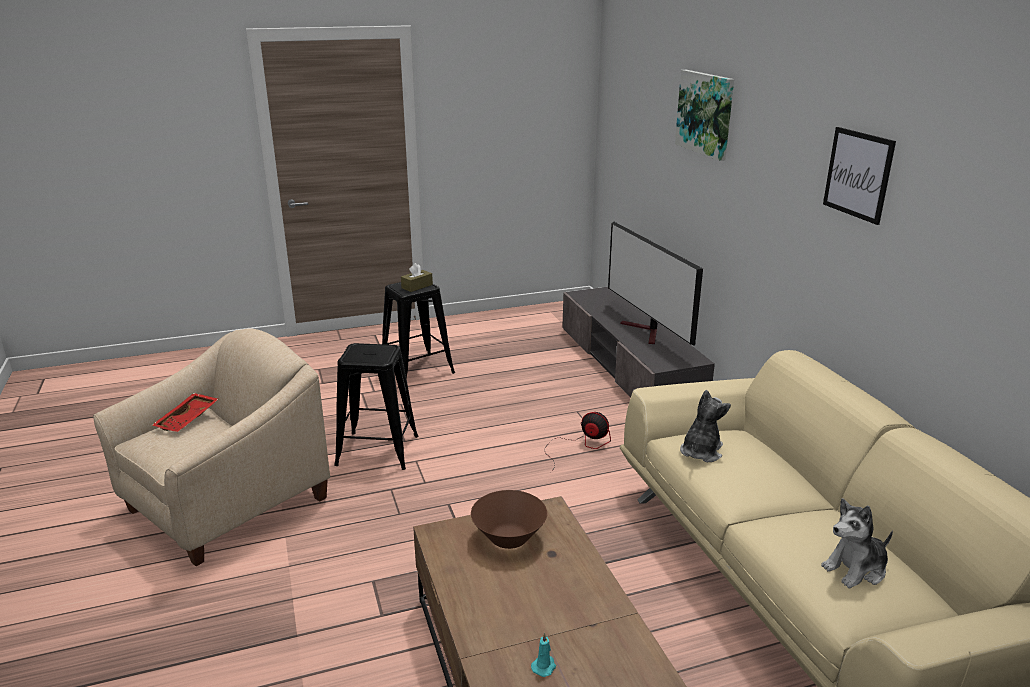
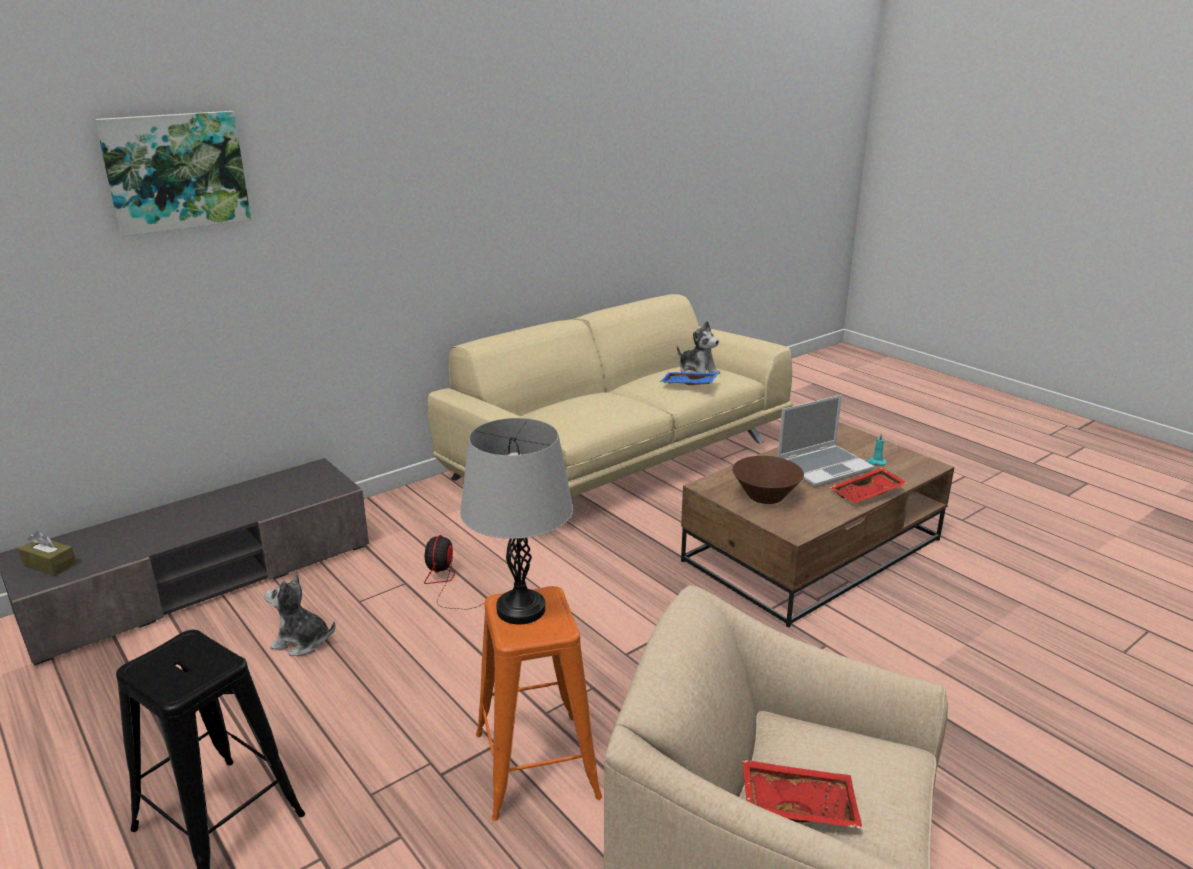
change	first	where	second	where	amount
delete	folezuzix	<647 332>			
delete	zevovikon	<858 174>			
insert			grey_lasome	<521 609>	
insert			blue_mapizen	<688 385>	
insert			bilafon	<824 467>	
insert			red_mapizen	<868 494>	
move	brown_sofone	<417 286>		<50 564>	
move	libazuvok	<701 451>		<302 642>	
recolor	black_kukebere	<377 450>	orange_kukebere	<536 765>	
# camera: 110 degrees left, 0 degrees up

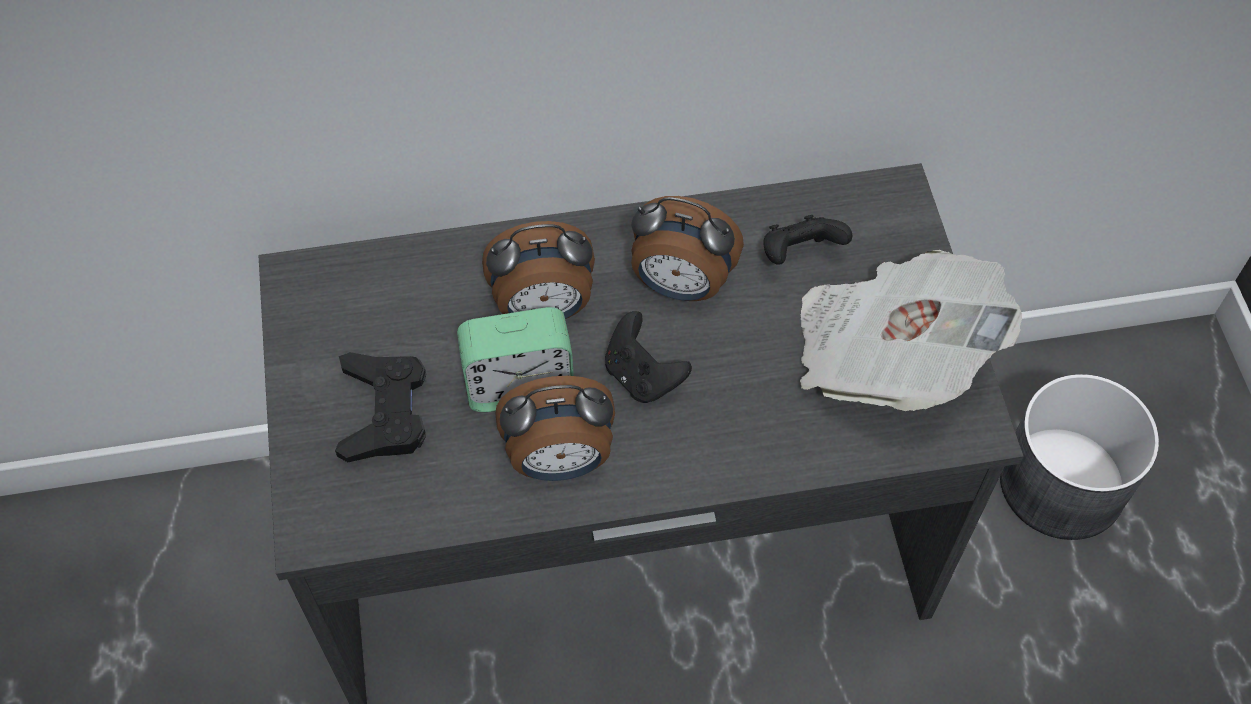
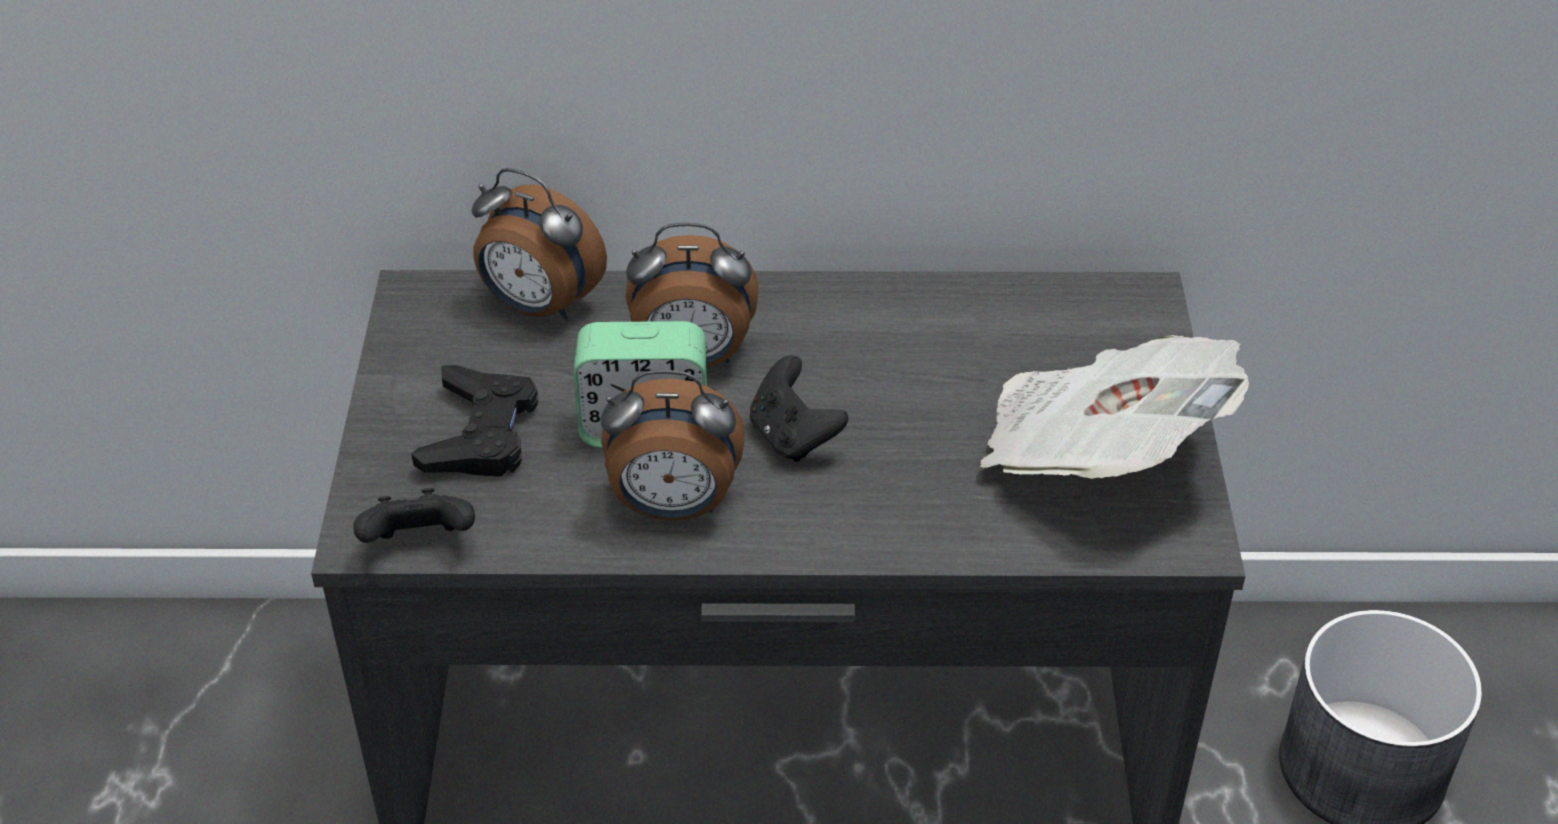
change	first	where	second	where	amount
move	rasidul	<680 285>		<539 307>	
move	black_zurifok	<799 254>		<420 543>	
# camera: 10 degrees right, 15 degrees down

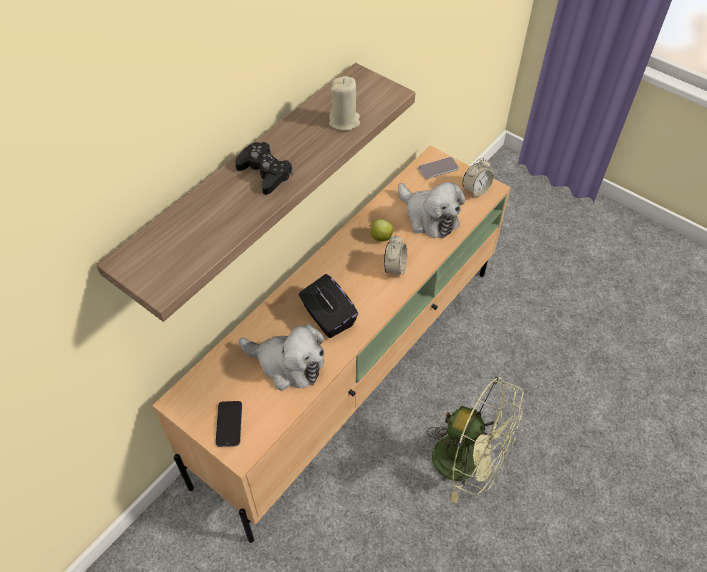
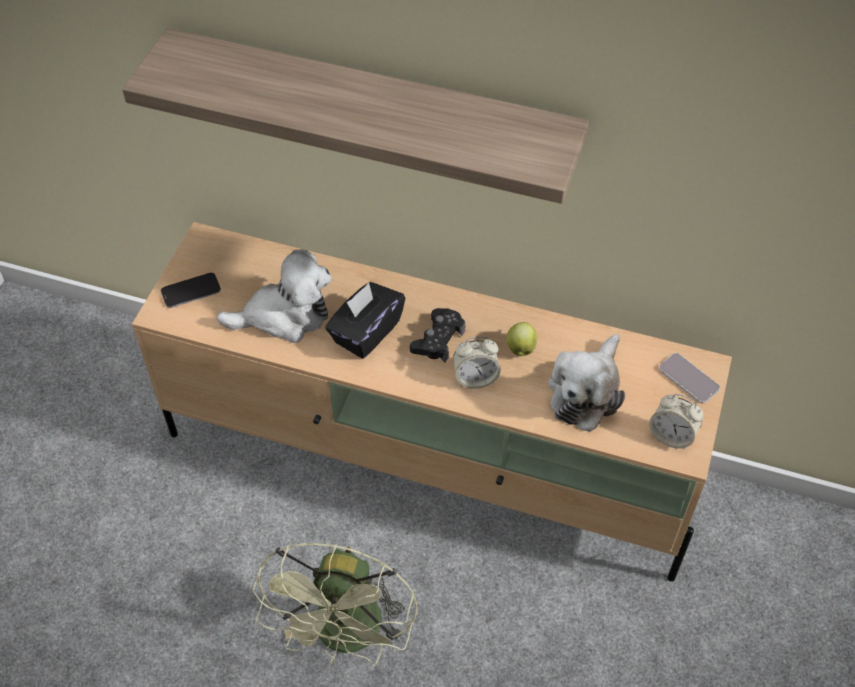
change	first	where	second	where	amount
delete	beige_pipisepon	<344 121>			
move	black_zurifok	<265 173>		<438 339>	
rotate	libazuvok	<287 364>		<284 315>	105 degrees counterclockwise
# camera: 70 degrees right, 0 degrees up

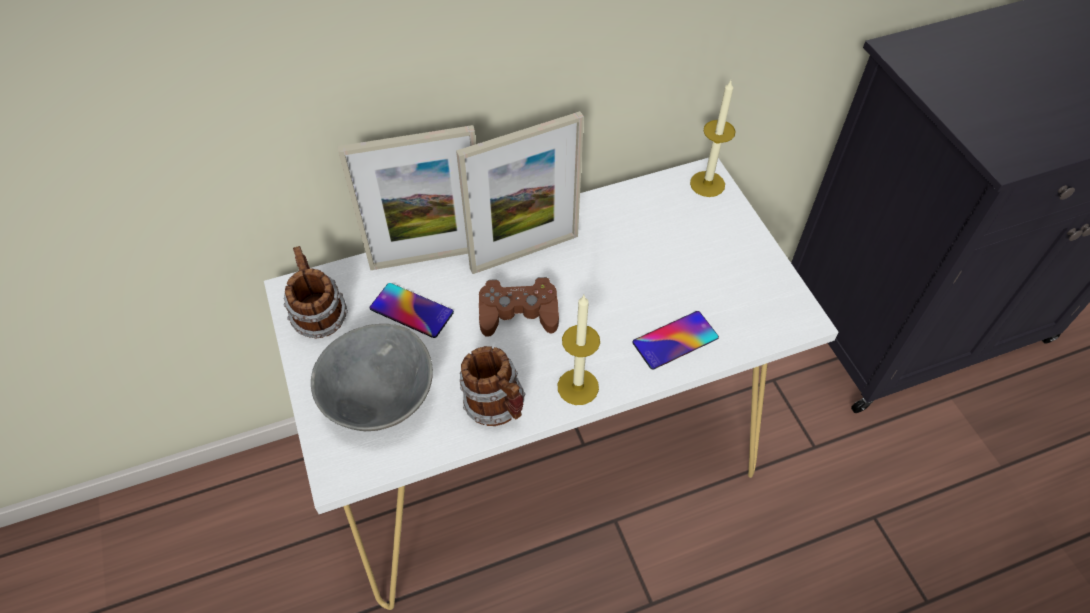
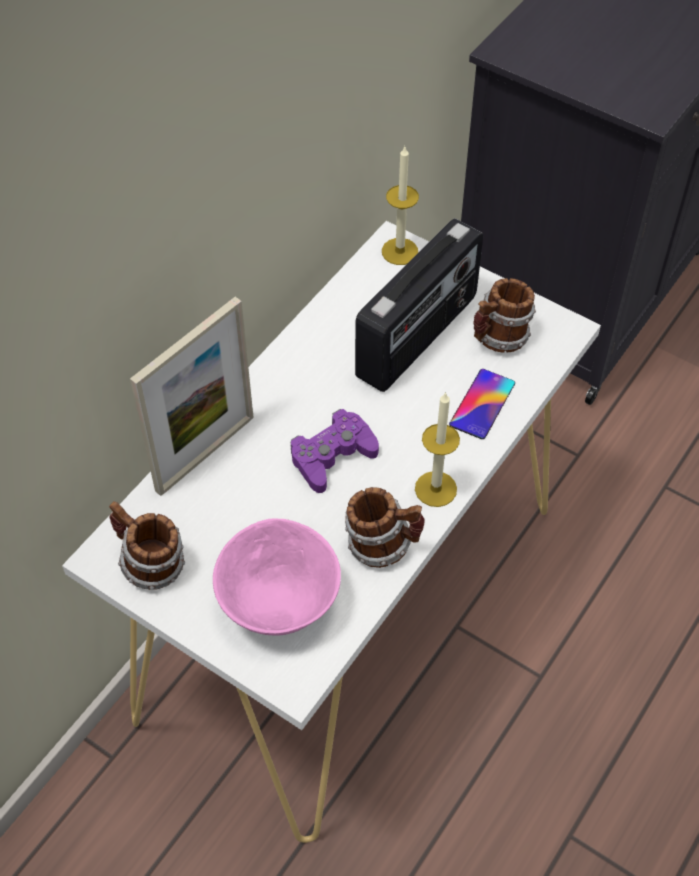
change	first	where	second	where	amount
delete	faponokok	<411 310>			
delete	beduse	<524 252>			
insert			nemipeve	<418 337>	
insert			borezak	<498 339>	
recolor	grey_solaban	<378 401>	pink_solaban	<275 603>	
recolor	brown_zurifok	<518 313>	purple_zurifok	<332 456>	
# camera: 35 degrees left, 0 degrees up

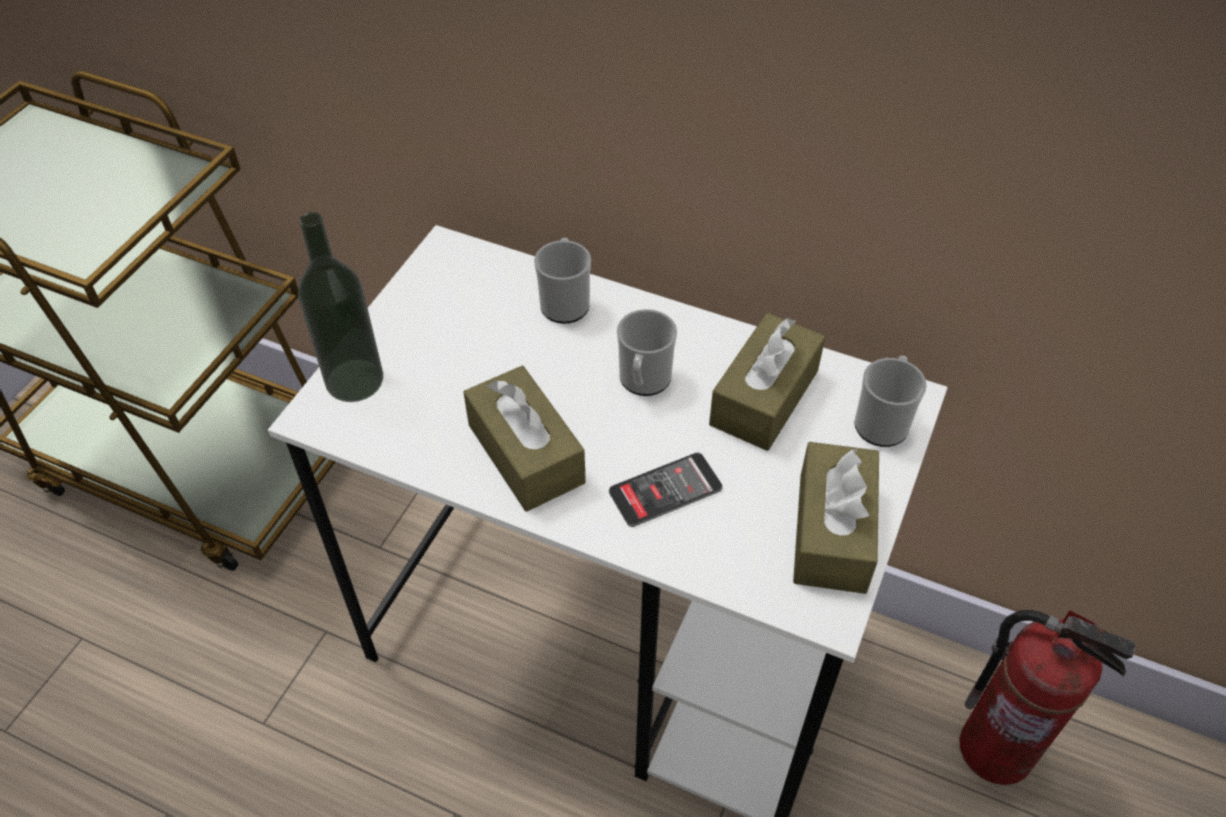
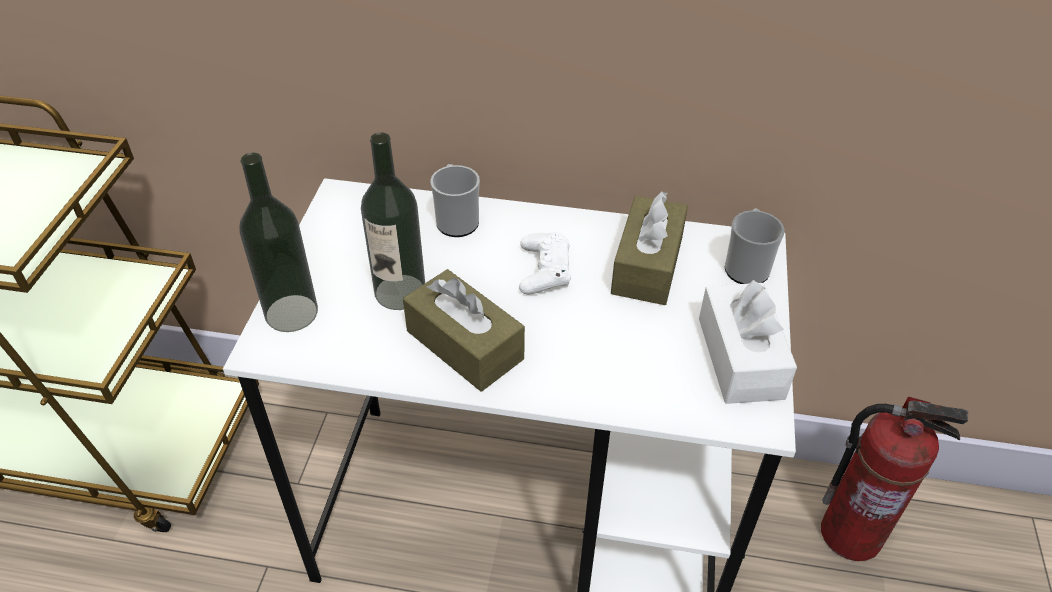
change	first	where	second	where	amount
delete	faponokok	<665 490>			
insert			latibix	<400 292>	
replace	borezak	<643 381>	white_zurifok	<544 270>	
recolor	brown_sofone	<832 532>	white_sofone	<740 357>	
# camera: 15 degrees left, 5 degrees down

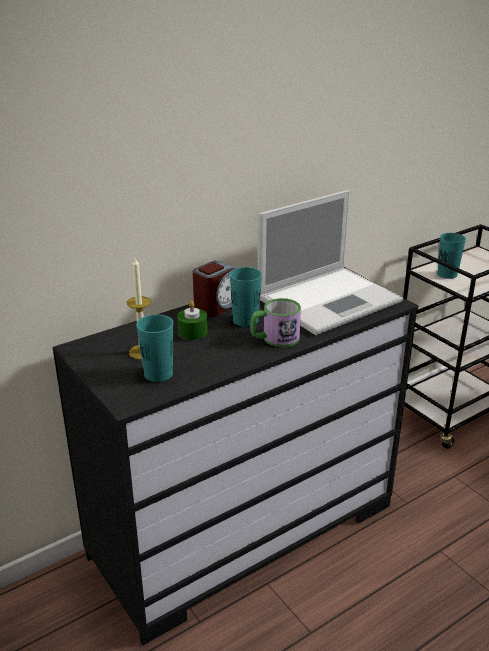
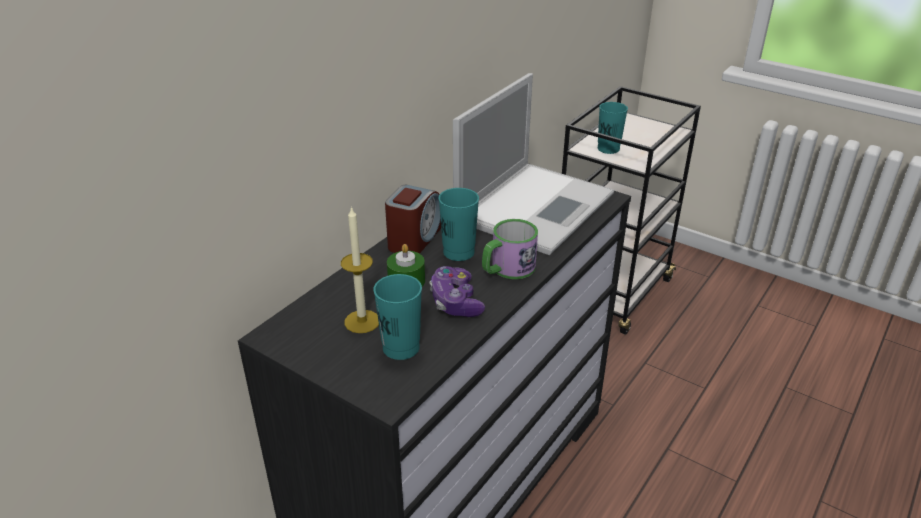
change	first	where	second	where	amount
insert			zurifok	<455 302>	
# camera: 20 degrees left, 5 degrees up

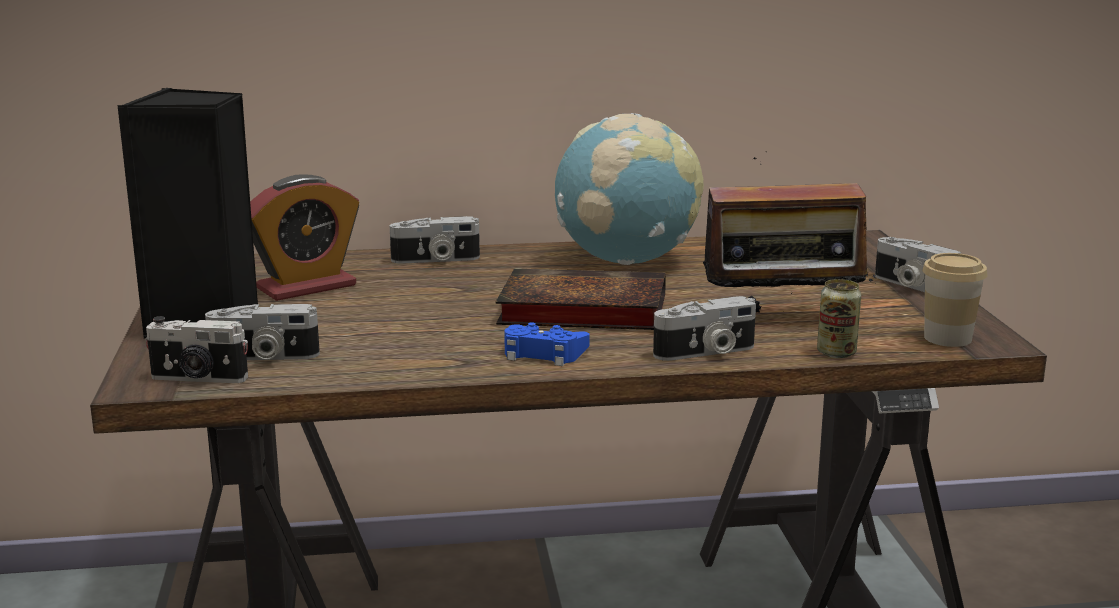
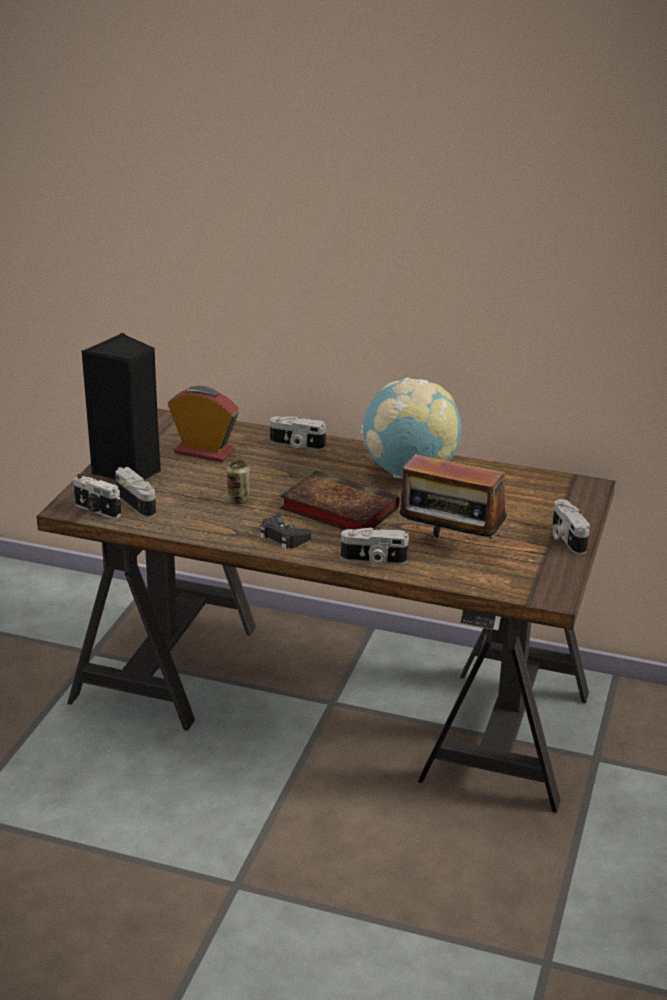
change	first	where	second	where	amount
delete	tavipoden	<947 338>			
move	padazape	<836 353>		<238 500>	
recolor	blue_zurifok	<543 353>	black_zurifok	<283 537>	
rotate	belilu	<263 357>		<139 503>	150 degrees counterclockwise
rotate	rasidul	<306 287>		<204 452>	150 degrees counterclockwise
# camera: 25 degrees right, 10 degrees up

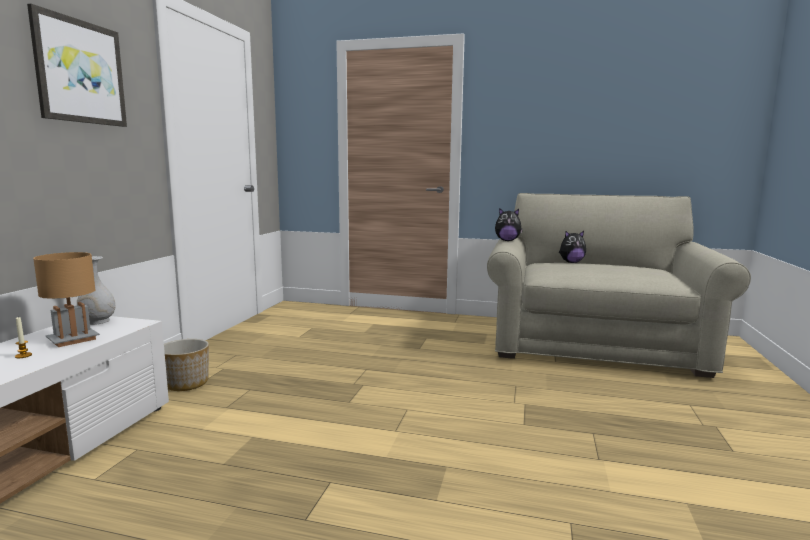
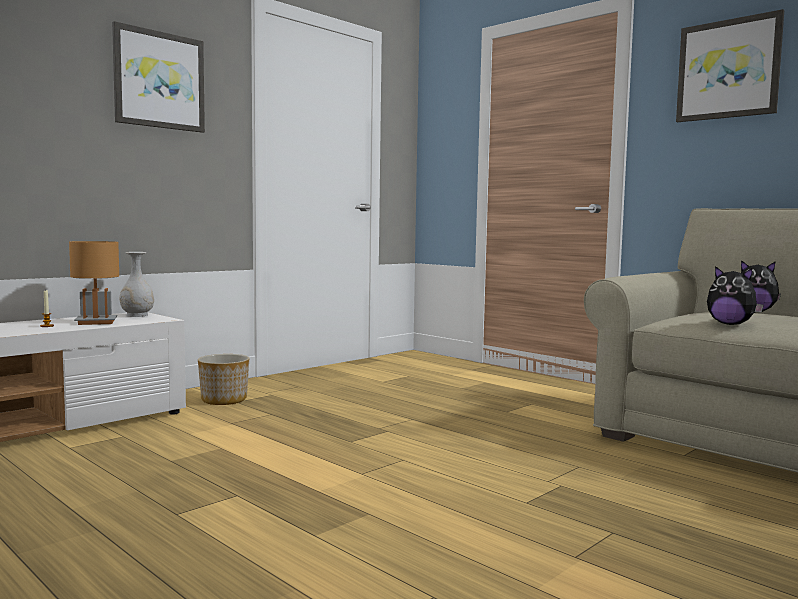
change	first	where	second	where	amount
insert			zevovikon	<728 69>	
move	libazuvok	<507 241>		<730 324>	
# camera: 30 degrees right, 5 degrees down

